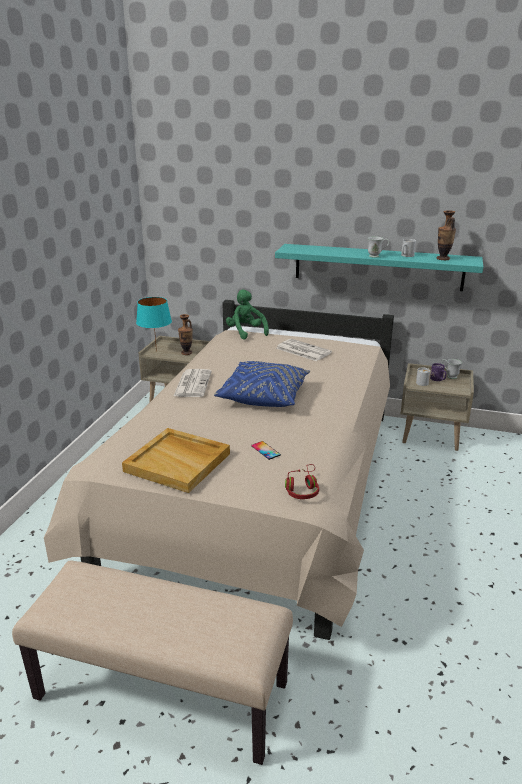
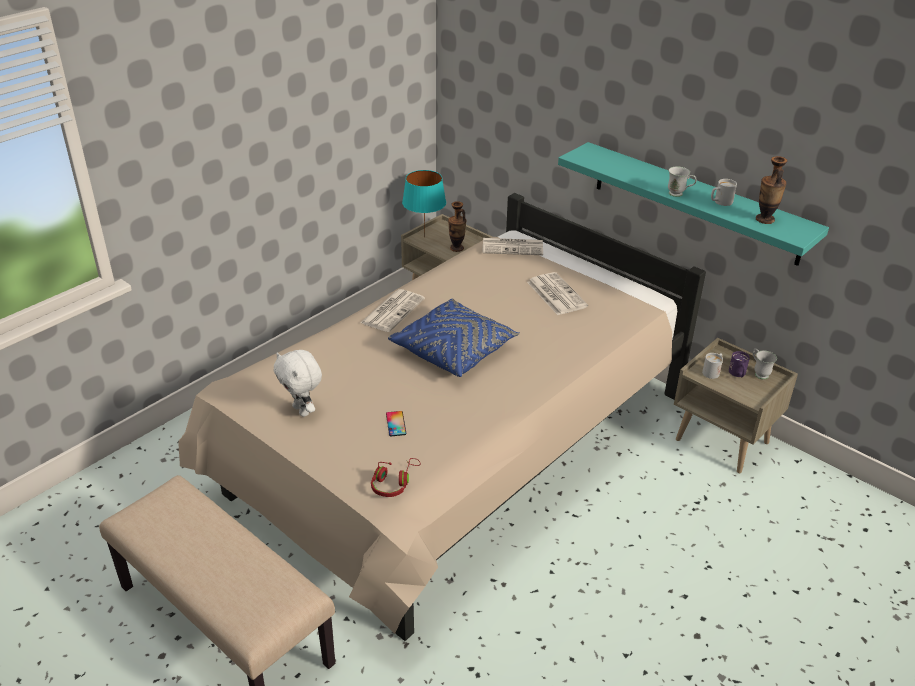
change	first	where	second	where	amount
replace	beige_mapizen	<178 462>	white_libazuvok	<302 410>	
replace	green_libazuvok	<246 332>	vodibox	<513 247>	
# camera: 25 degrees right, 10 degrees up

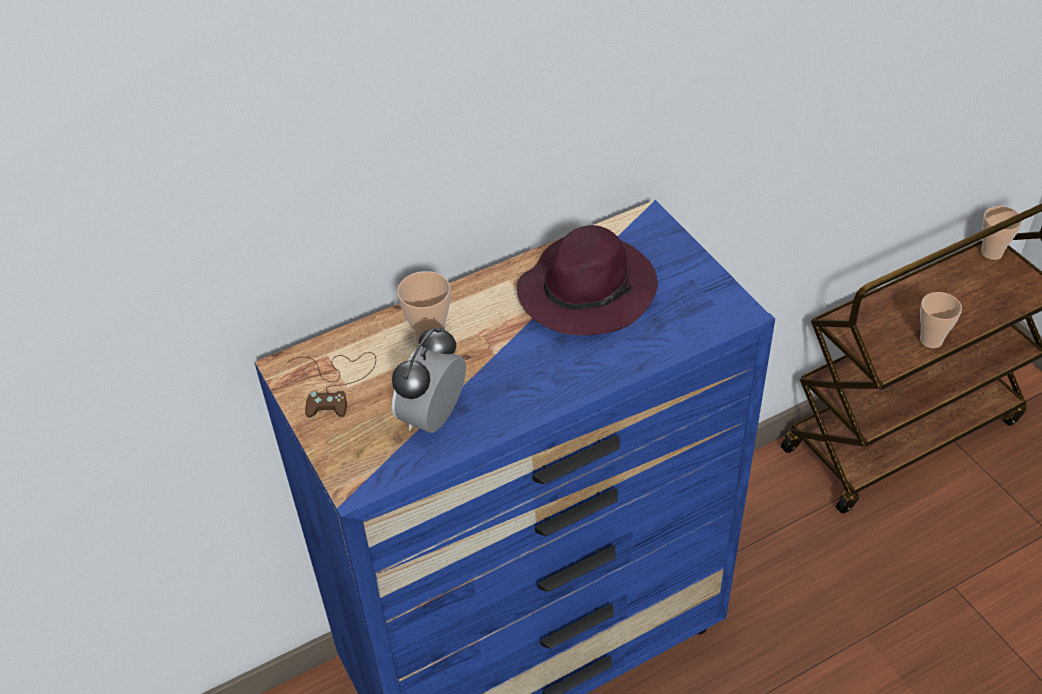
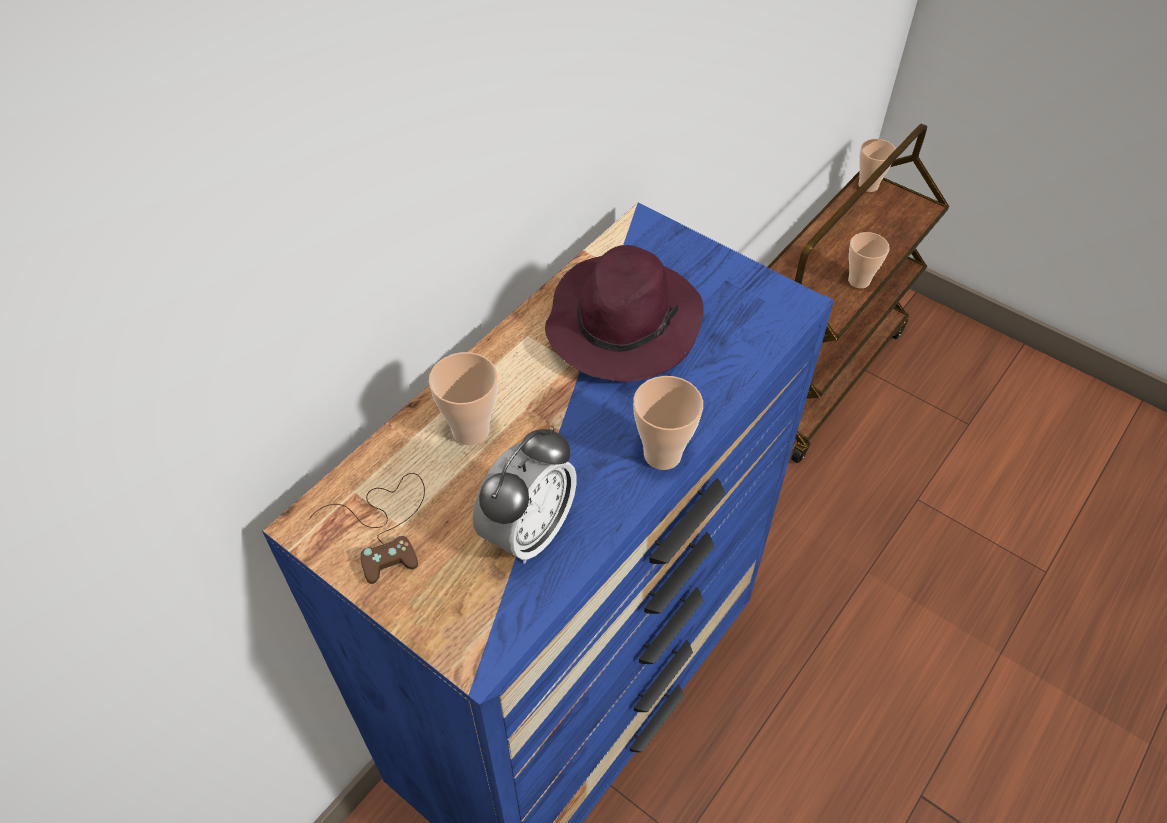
change	first	where	second	where	amount
insert			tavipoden	<662 454>	
rotate	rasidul	<433 417>		<528 532>	150 degrees counterclockwise
# camera: 25 degrees left, 5 degrees up

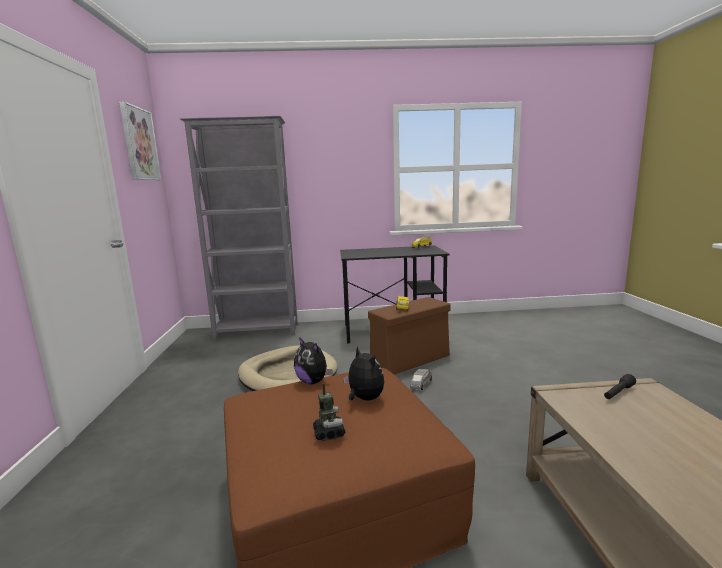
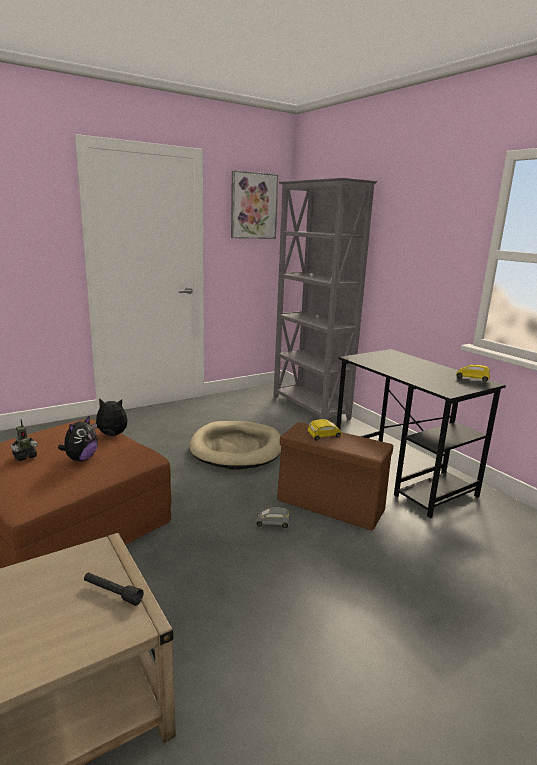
change	first	where	second	where	amount
rotate	libazuvok	<313 381>		<112 435>	75 degrees clockwise
# camera: 60 degrees right, 5 degrees up

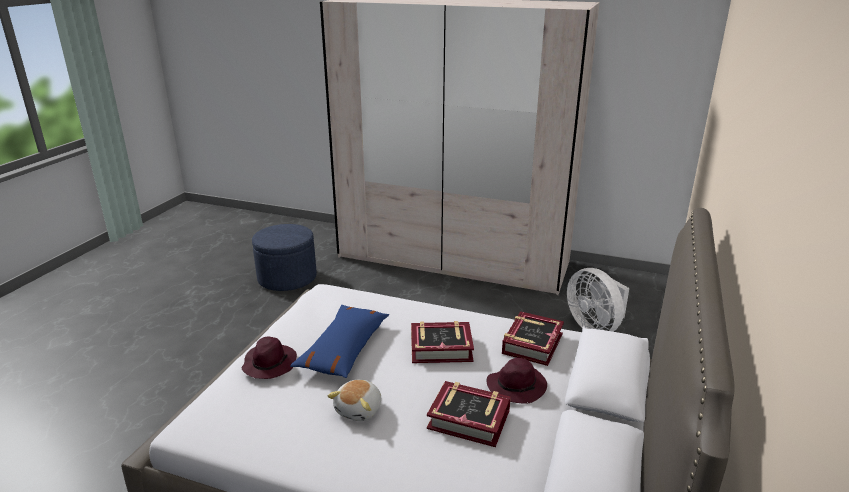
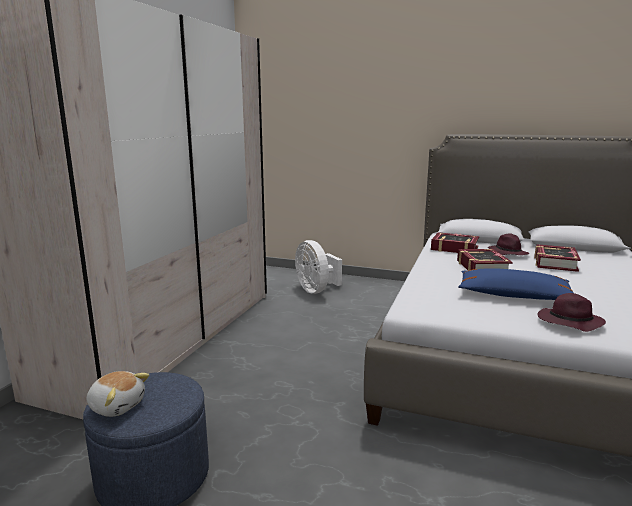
change	first	where	second	where	amount
move	libazuvok	<359 410>		<117 405>	
rotate	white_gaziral	<595 327>		<316 290>	90 degrees clockwise
# camera: 90 degrees left, 10 degrees down

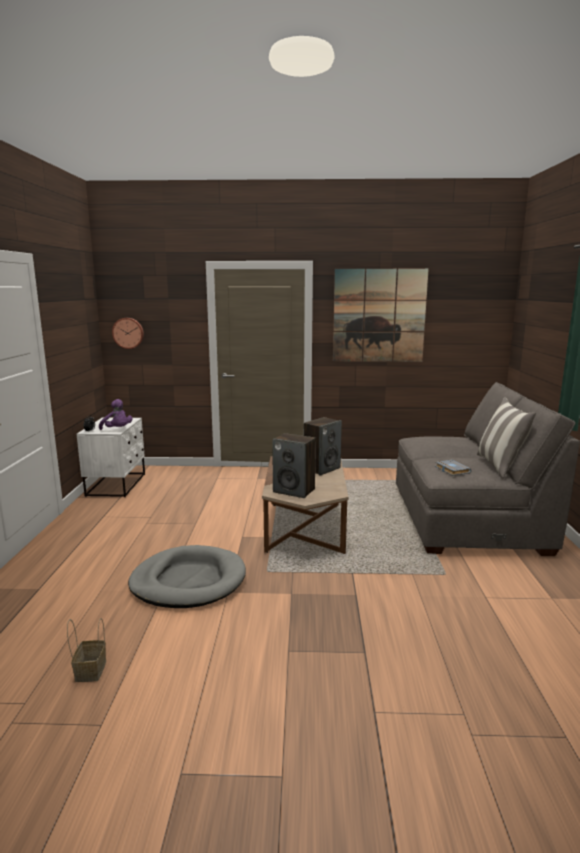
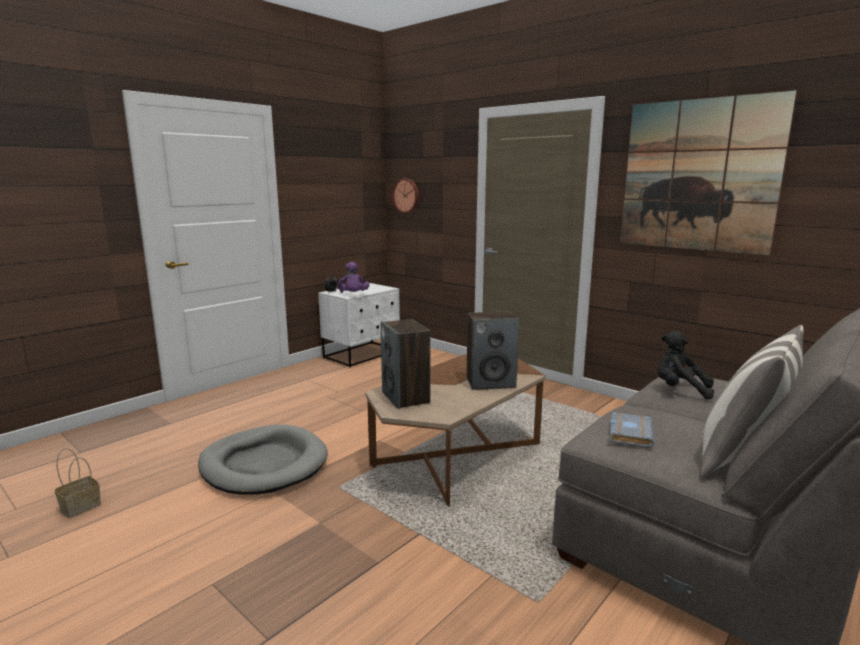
change	first	where	second	where	amount
insert			black_libazuvok	<680 390>	
# camera: 40 degrees right, 0 degrees up

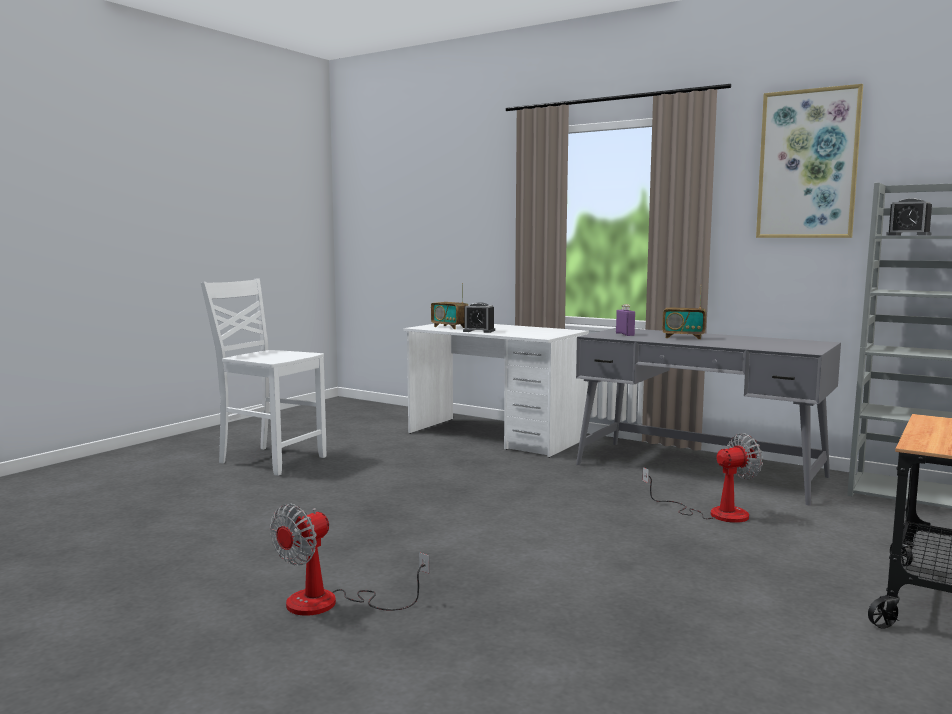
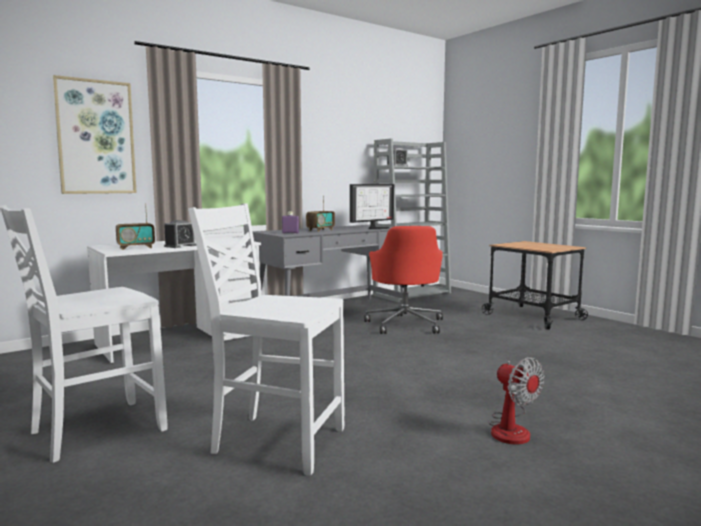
change	first	where	second	where	amount
insert			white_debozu	<276 441>	
insert			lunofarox	<377 228>	
move	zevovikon	<808 164>		<96 137>	
replace	gaziral	<714 513>	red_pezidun	<405 324>	
# camera: 70 degrees left, 0 degrees up

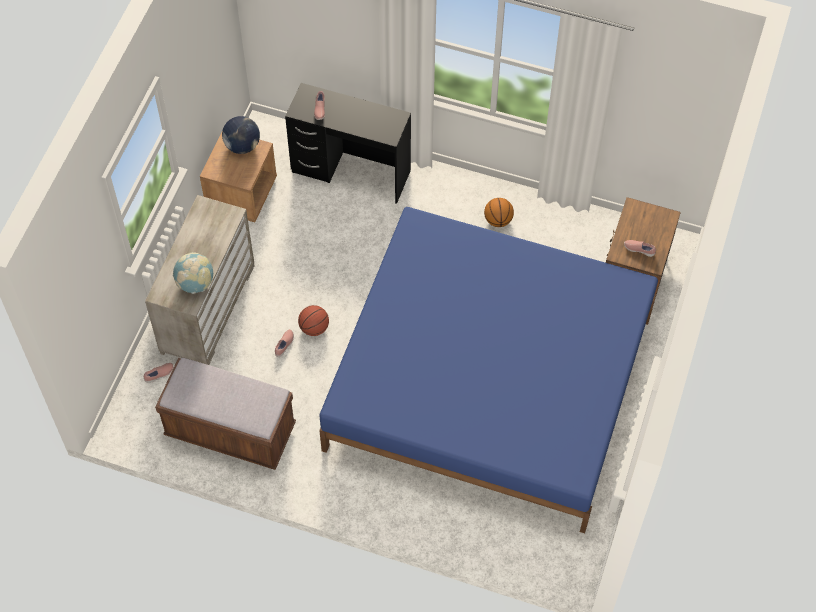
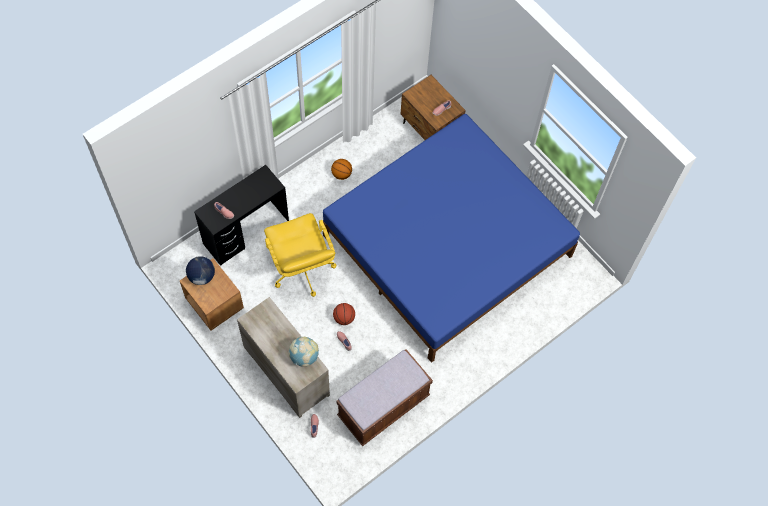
change	first	where	second	where	amount
insert			yellow_pezidun	<302 269>	
# camera: 60 degrees left, 5 degrees up

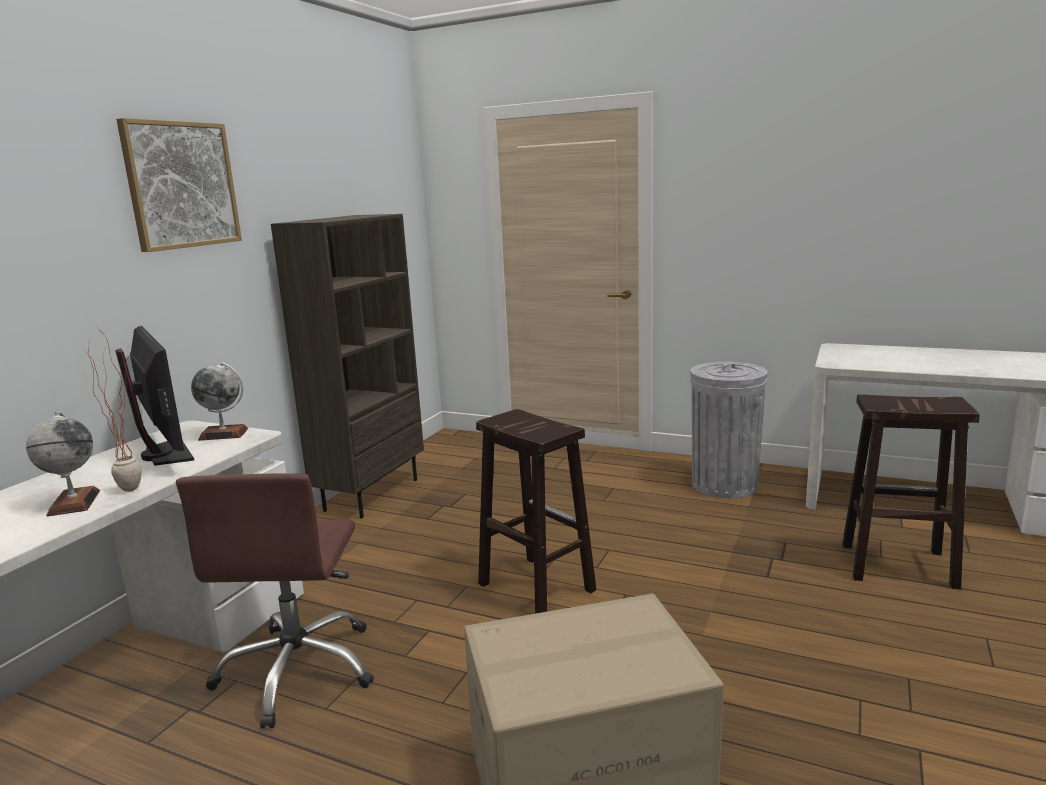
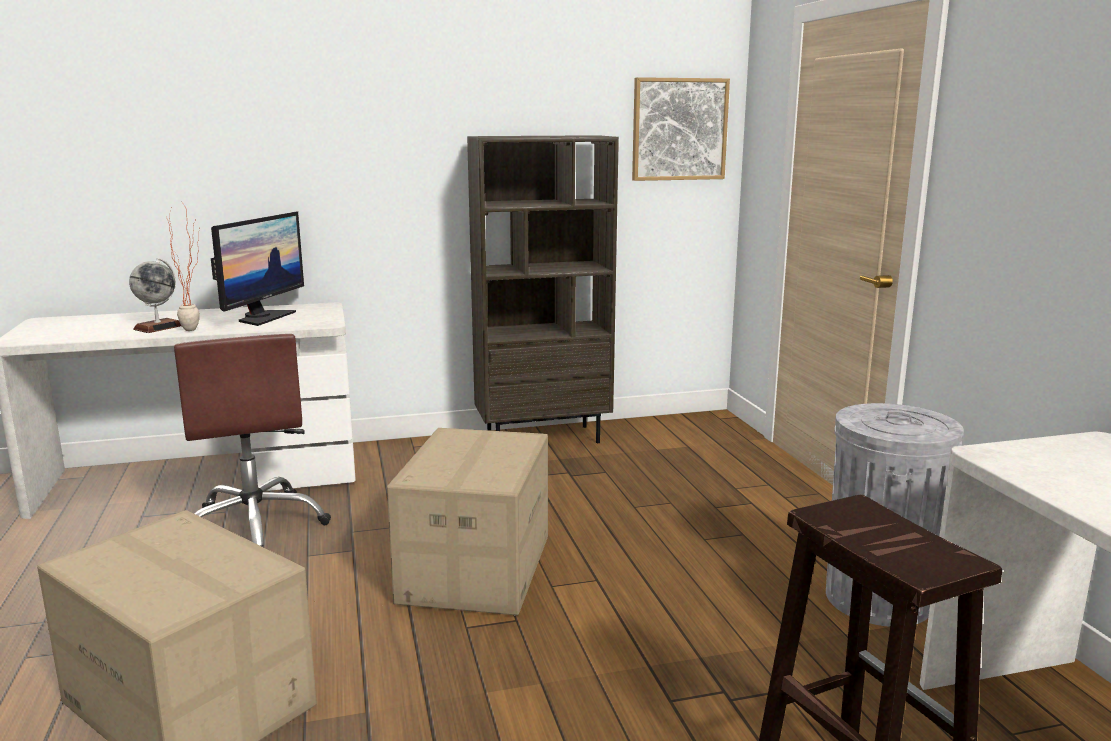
change	first	where	second	where	amount
delete	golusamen	<224 434>			
move	zevovikon	<181 185>		<679 129>	
replace	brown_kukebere	<534 587>	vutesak	<474 568>	
rotate	brown_pezidun	<298 670>		<255 525>	75 degrees counterclockwise
# camera: 50 degrees right, 0 degrees up

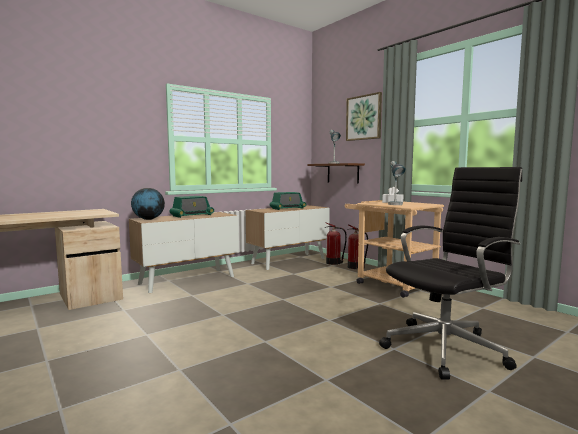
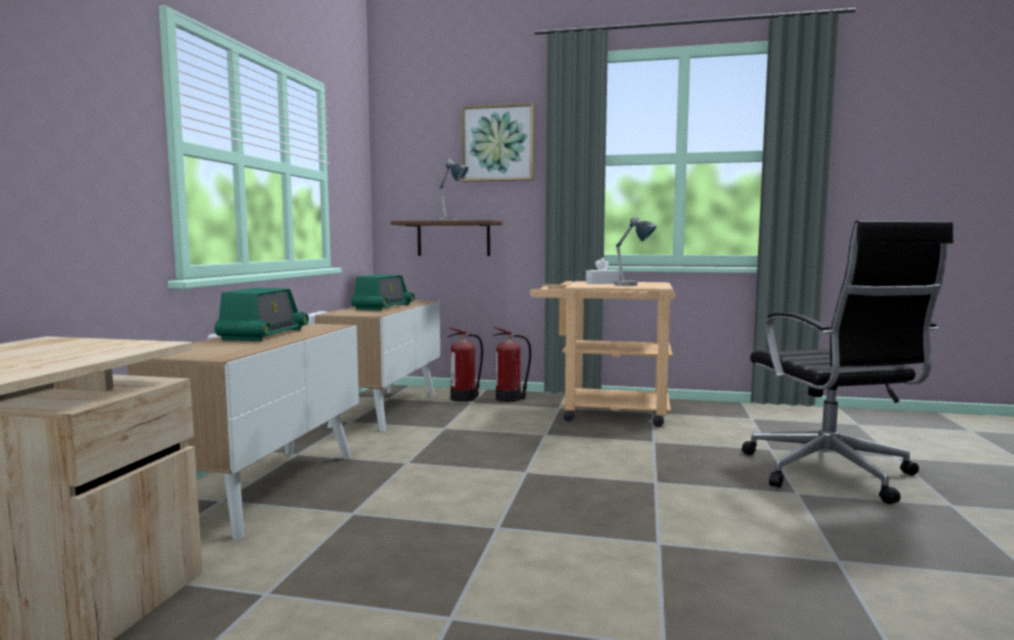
change	first	where	second	where	amount
delete	golusamen	<148 219>			
rotate	black_pezidun	<447 348>		<830 474>	150 degrees clockwise
# camera: 40 degrees left, 0 degrees up

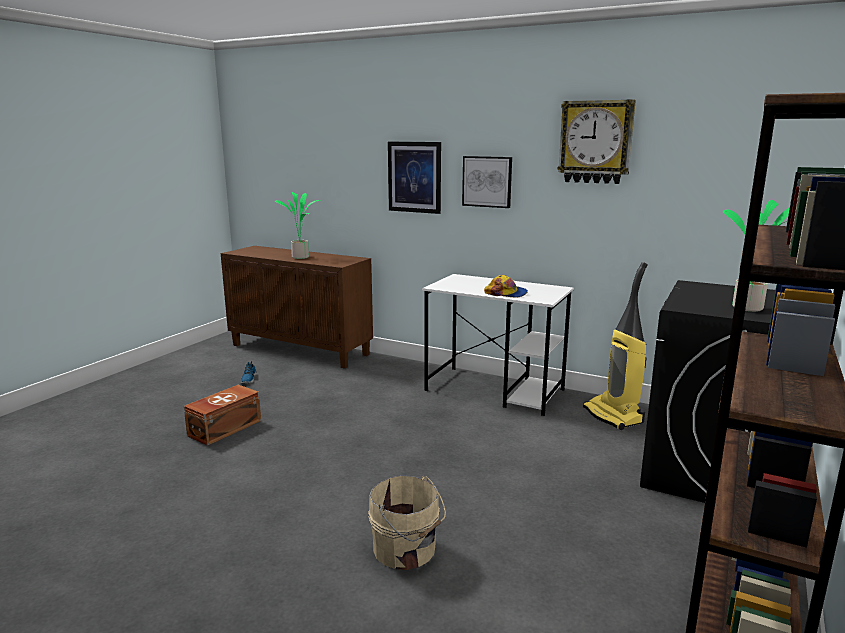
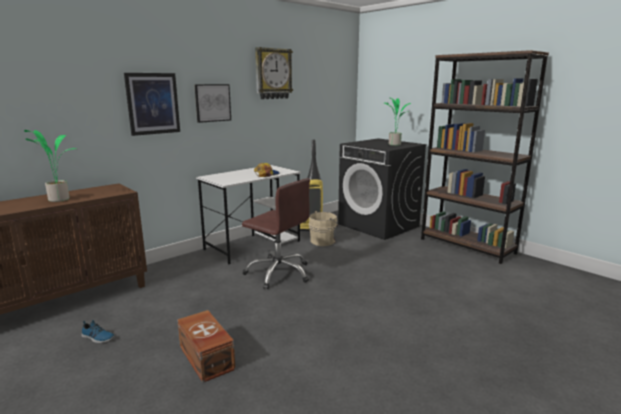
change	first	where	second	where	amount
insert			brown_pezidun	<278 273>	
move	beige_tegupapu	<406 551>		<324 241>	
# camera: 70 degrees left, 0 degrees up

